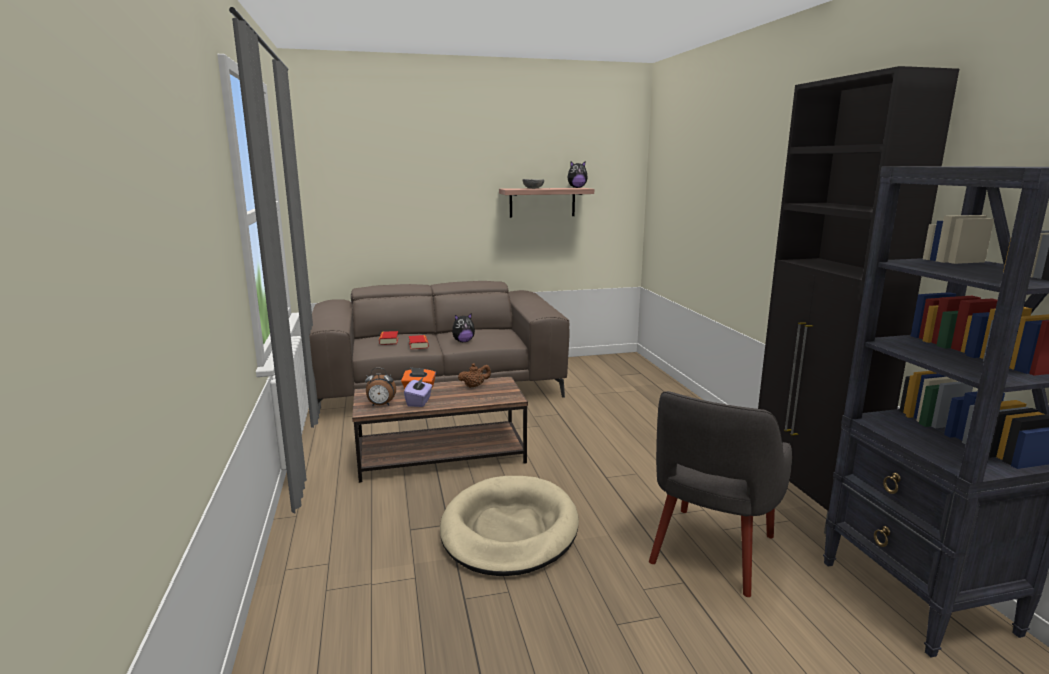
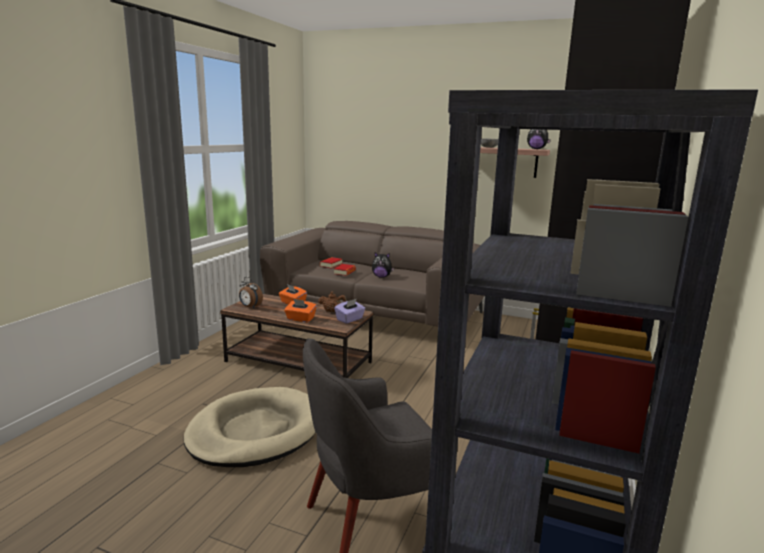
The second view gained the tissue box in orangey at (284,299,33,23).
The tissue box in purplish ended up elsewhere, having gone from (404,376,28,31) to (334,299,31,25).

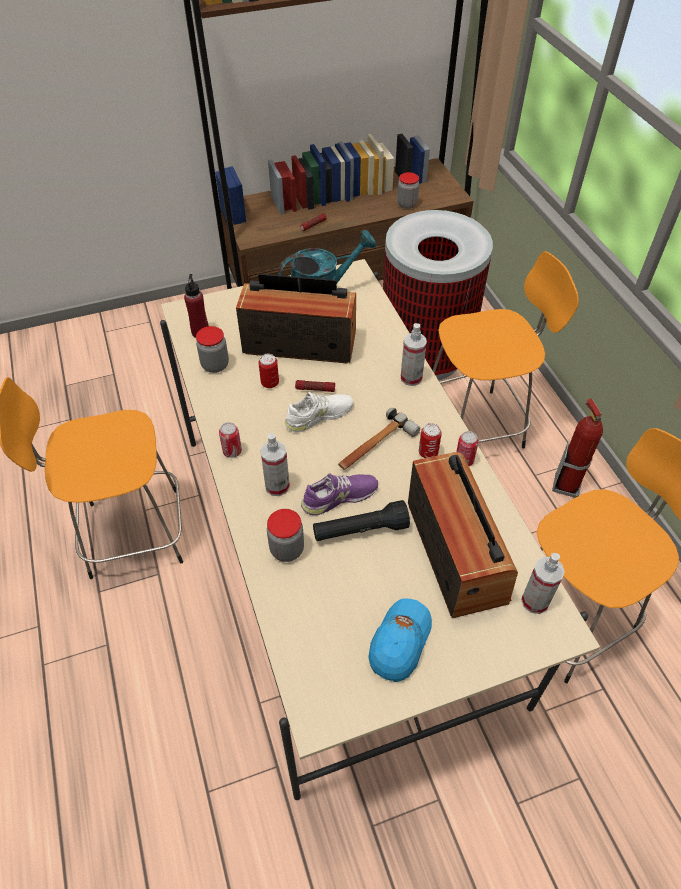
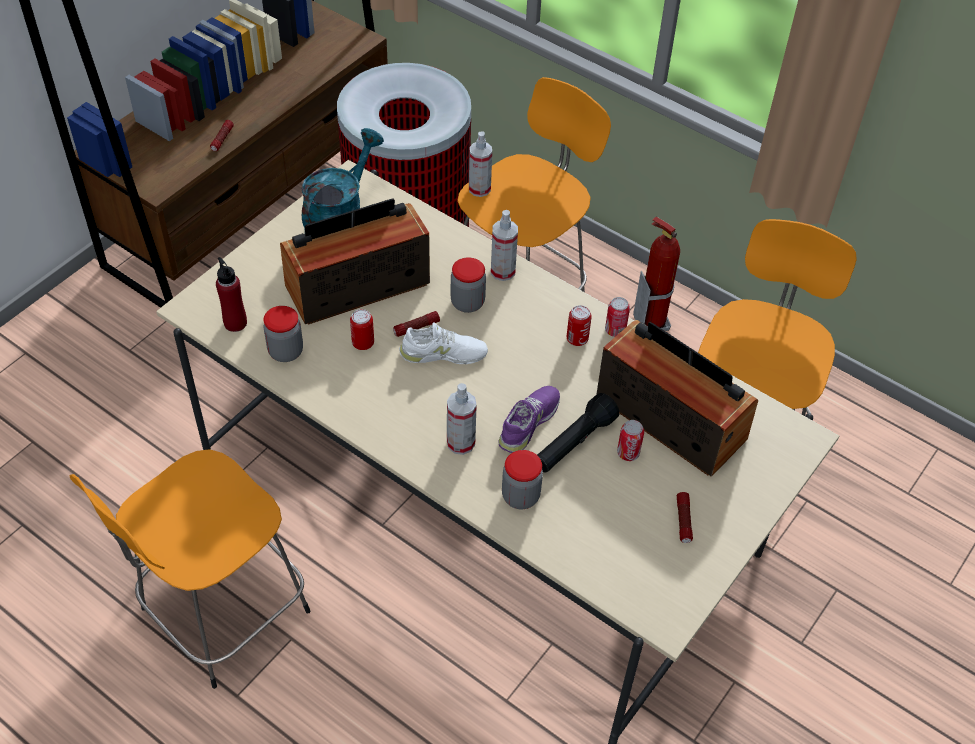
The second view lost the hand hammer at (338,408,82,62).
The sealed can ended up elsewhere, having gone from (219,422,23,36) to (617,420,27,41).
The jar ended up elsewhere, having gone from (397,172,22,37) to (451,257,35,56).
The sprayer ended up elsewhere, having gone from (521,553,44,61) to (469,131,23,66).
Where the baseball cap in blue stood at (369,598,63,84), the hand torch came to stand at (677,492,16,51).
The low shoe in white at (284,392,70,40) ended up facing another way, 60 degrees clockwise from before.

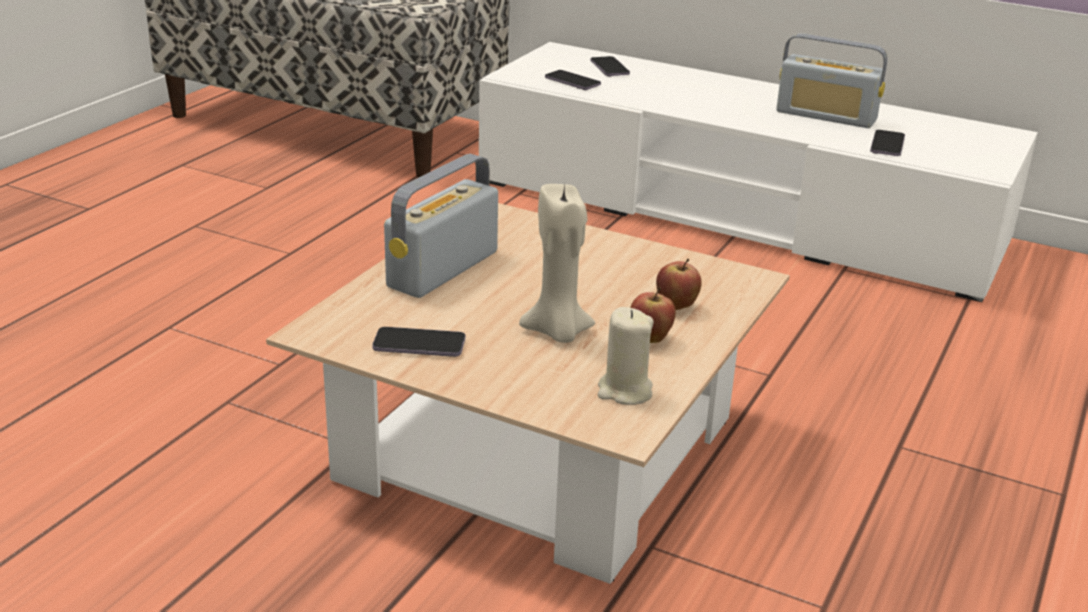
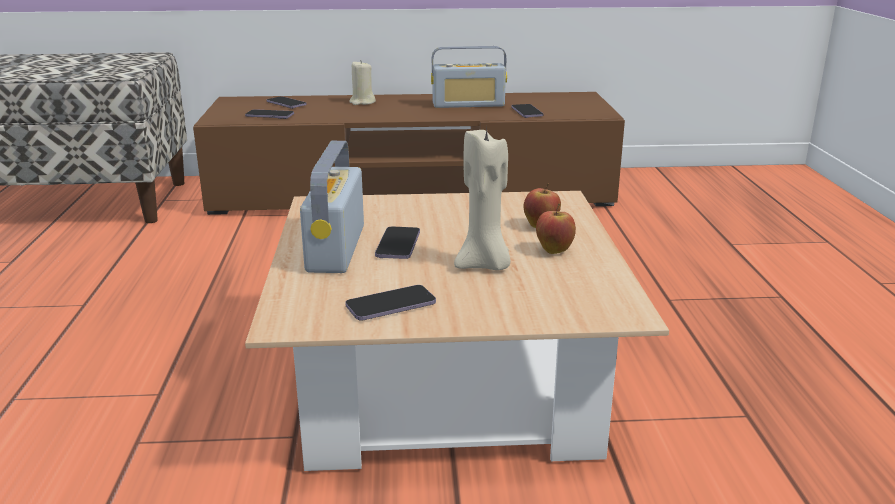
The second view gained the telephone at (375,226,45,33).
The wax light in beige ended up elsewhere, having gone from (598,307,56,98) to (349,60,27,45).
What was the media console in white at (479,42,559,260) turned into the media console in brown at (193,92,432,123).

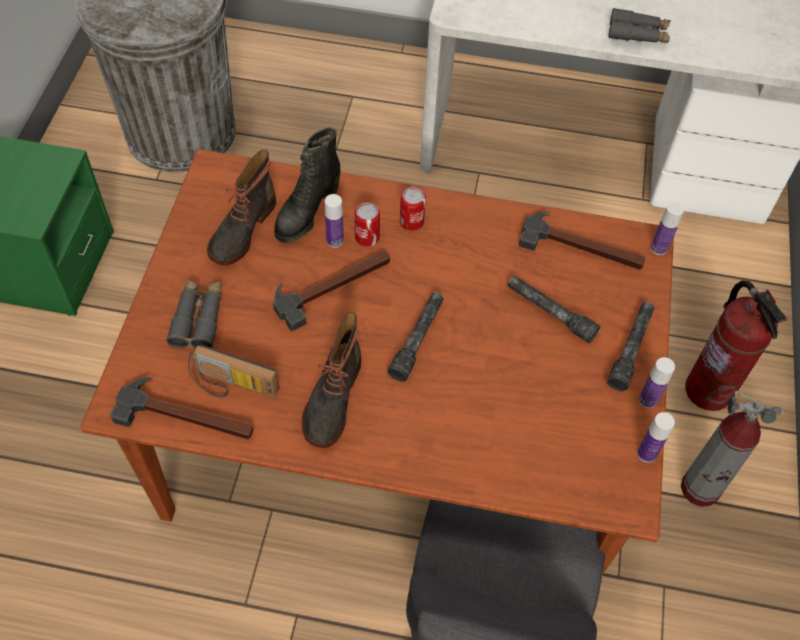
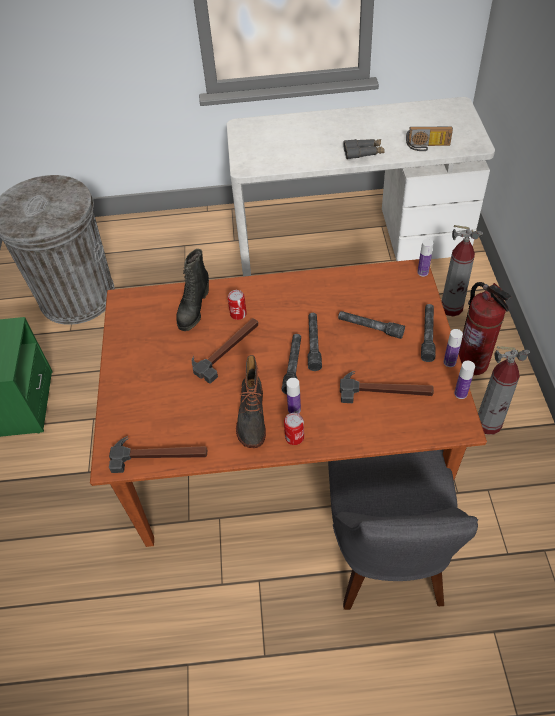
The second view lost the field glasses in grey at (166,279,56,69).
The second view lost the tall boot at (207,150,69,115).
The second view gained the hand torch in grey at (308,313,14,58).
The second view gained the fire-fighting cylinder at (441,225,42,91).
The radio ended up elsewhere, having gone from (188,345,91,53) to (406,127,47,24).
The bottle ended up elsewhere, having gone from (325,194,19,54) to (286,378,15,36).
The sealed can ended up elsewhere, having gone from (400,187,26,44) to (284,413,20,32).
The hand hammer ended up elsewhere, having gone from (519,211,127,59) to (340,371,94,32).

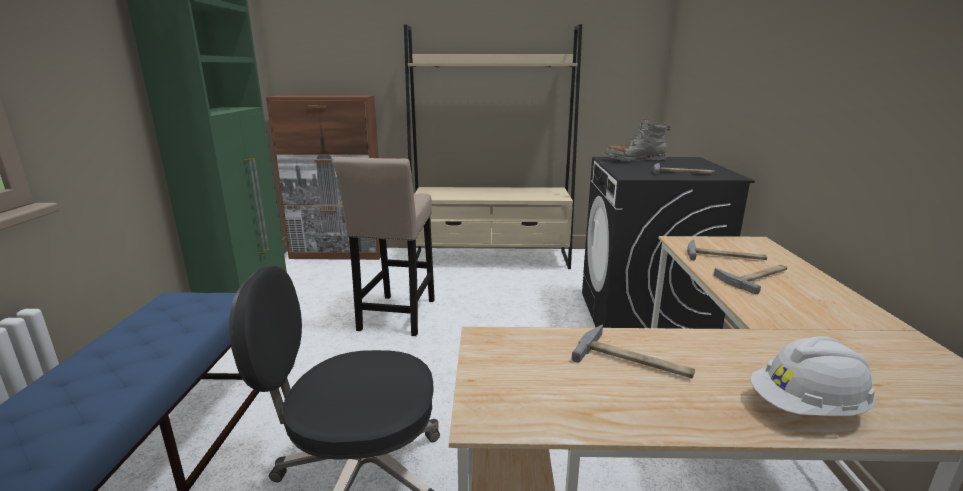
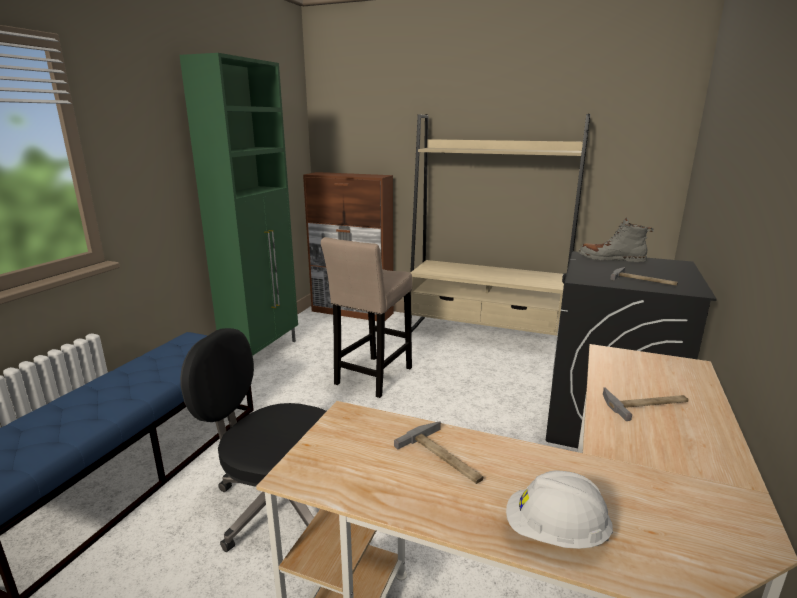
The second view lost the hand hammer at (687,240,80,20).

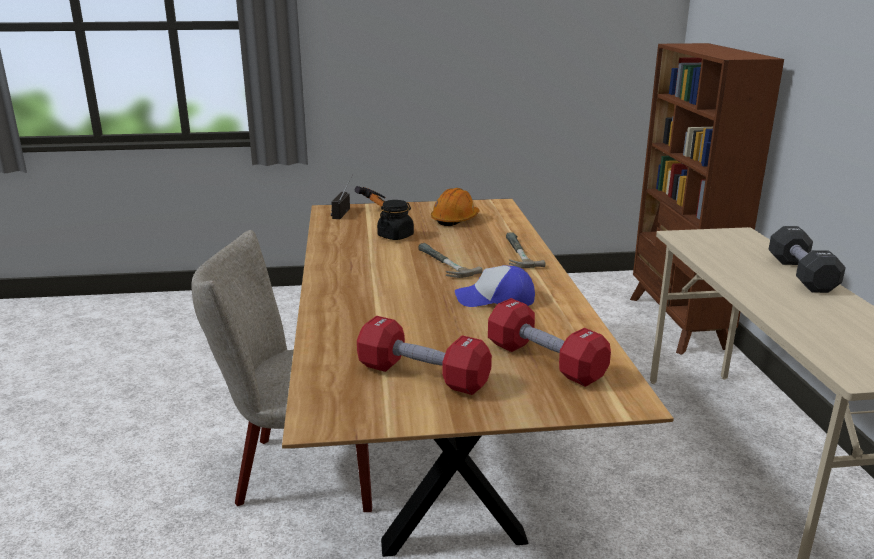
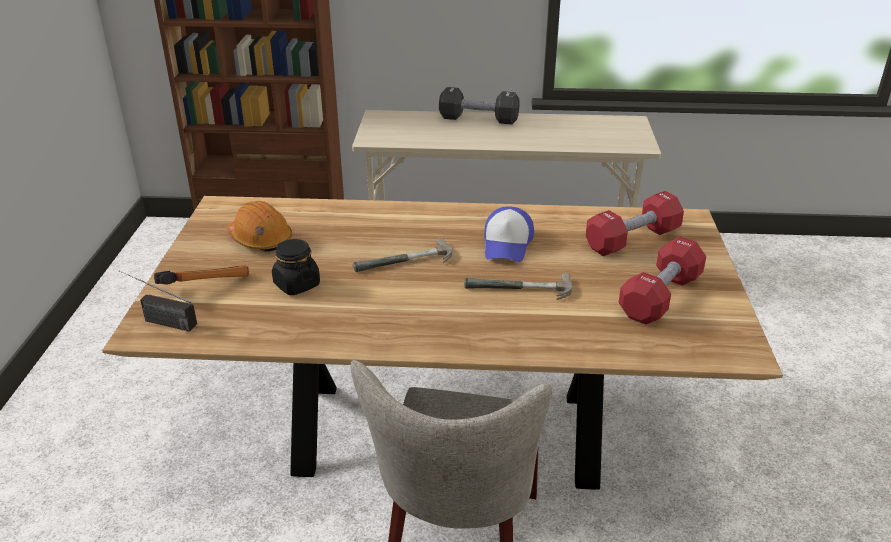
The hand hammer ended up elsewhere, having gone from (506,232,39,36) to (464,273,108,27).

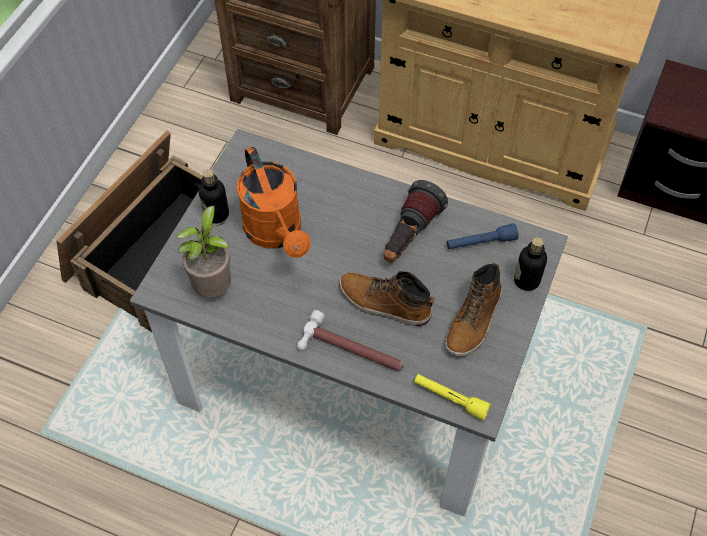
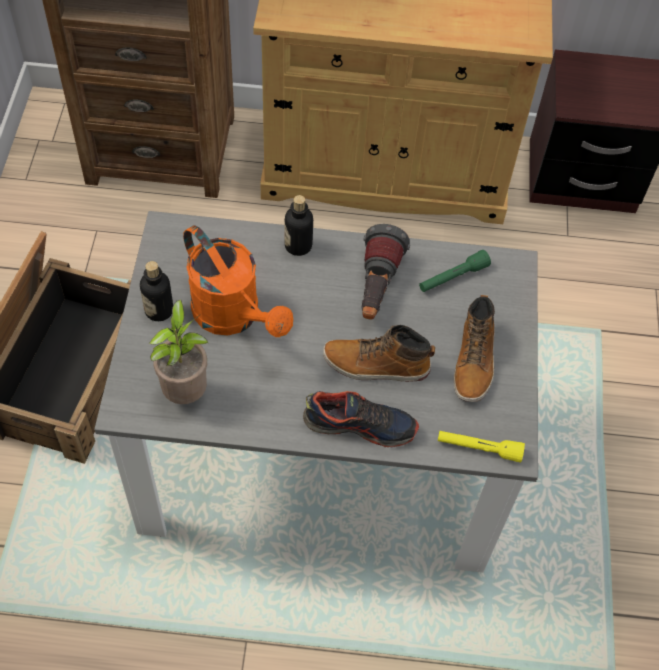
The bottle ended up elsewhere, having gone from (514,237,33,54) to (285,195,28,61).
Where the hand hammer stood at (297,310,106,61), the low shoe came to stand at (303,391,116,57).
What was the hand torch in blue at (447,223,71,26) turned into the hand torch in green-coloured at (419,250,72,42).

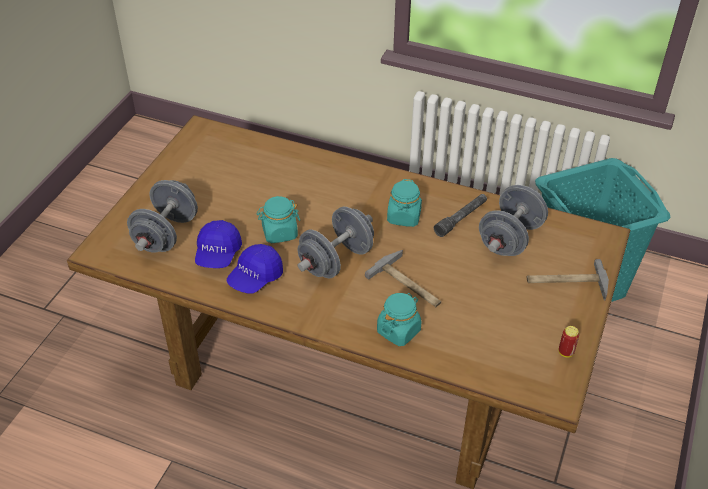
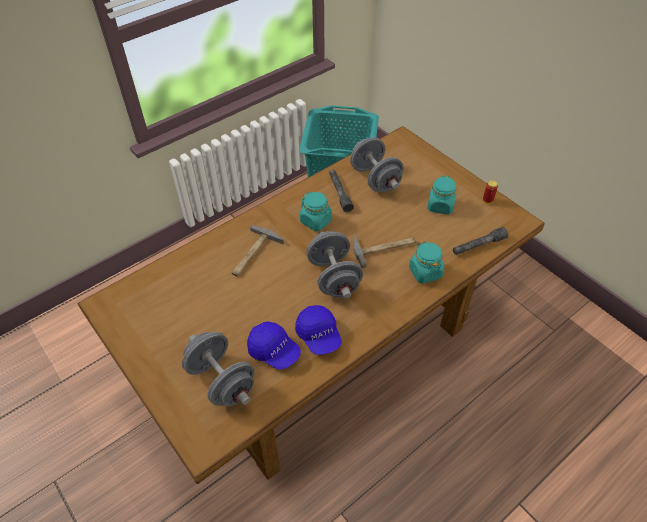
The second view gained the hand torch in grey at (453,227,55,28).
The jar in turquoise-coloured ended up elsewhere, having gone from (257,196,43,47) to (427,175,29,39).
The hand hammer ended up elsewhere, having gone from (527,259,82,42) to (232,225,52,51).

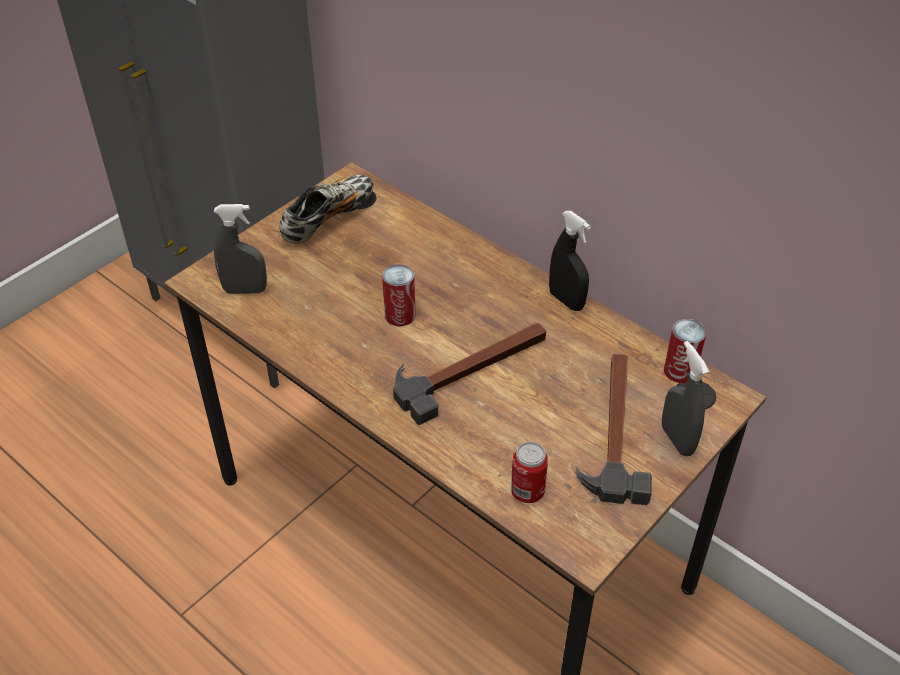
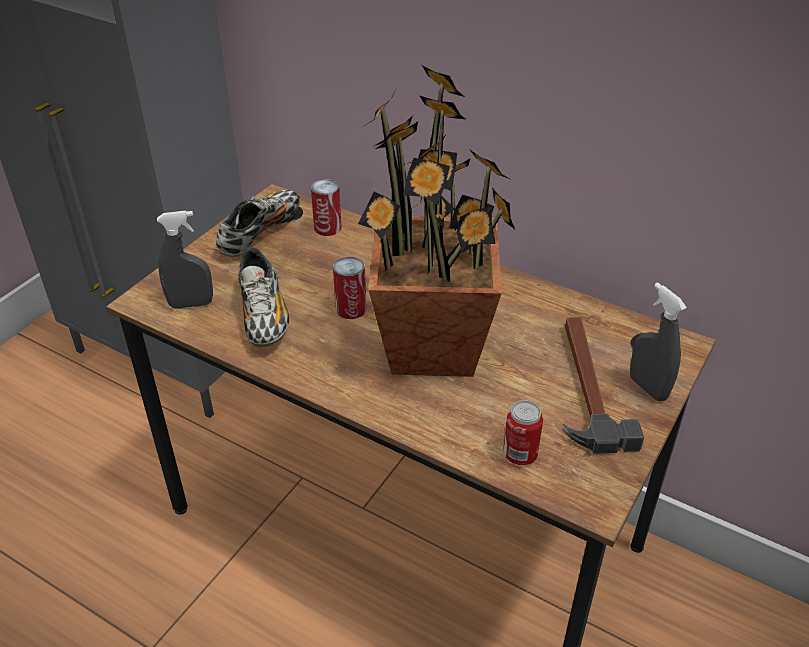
The second view lost the sprayer in black-coloured at (549,211,42,100).
The second view gained the low shoe at (238,247,51,100).
The sealed can ended up elsewhere, having gone from (664,319,43,64) to (311,179,31,57).
Where the hand hammer stood at (393,323,153,102), the houseplant came to stand at (358,65,157,312).

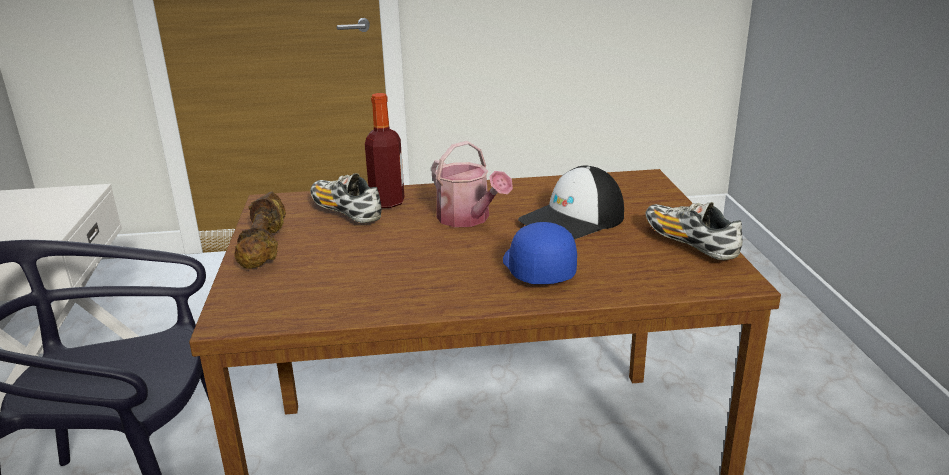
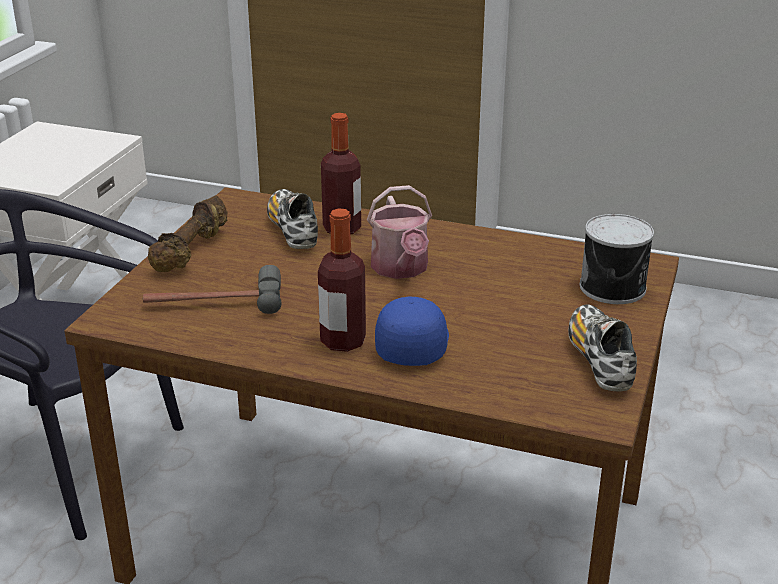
The second view lost the baseball cap at (518,166,106,73).
The second view gained the hand hammer at (143,265,138,49).
The second view gained the bottle at (318,208,48,144).
The second view gained the sealed can at (580,214,74,90).

